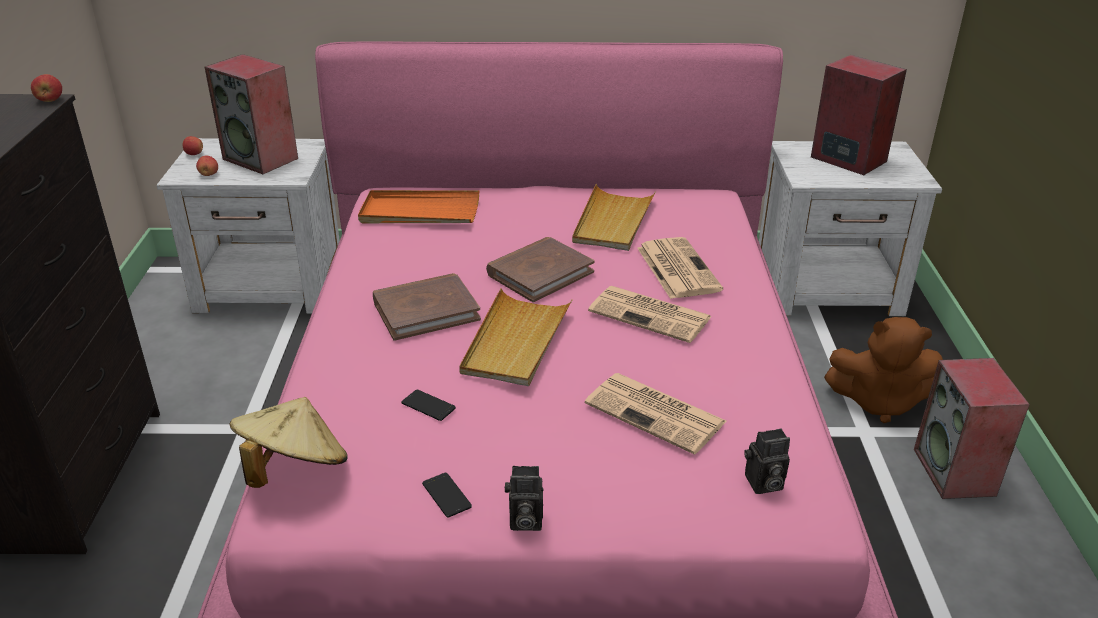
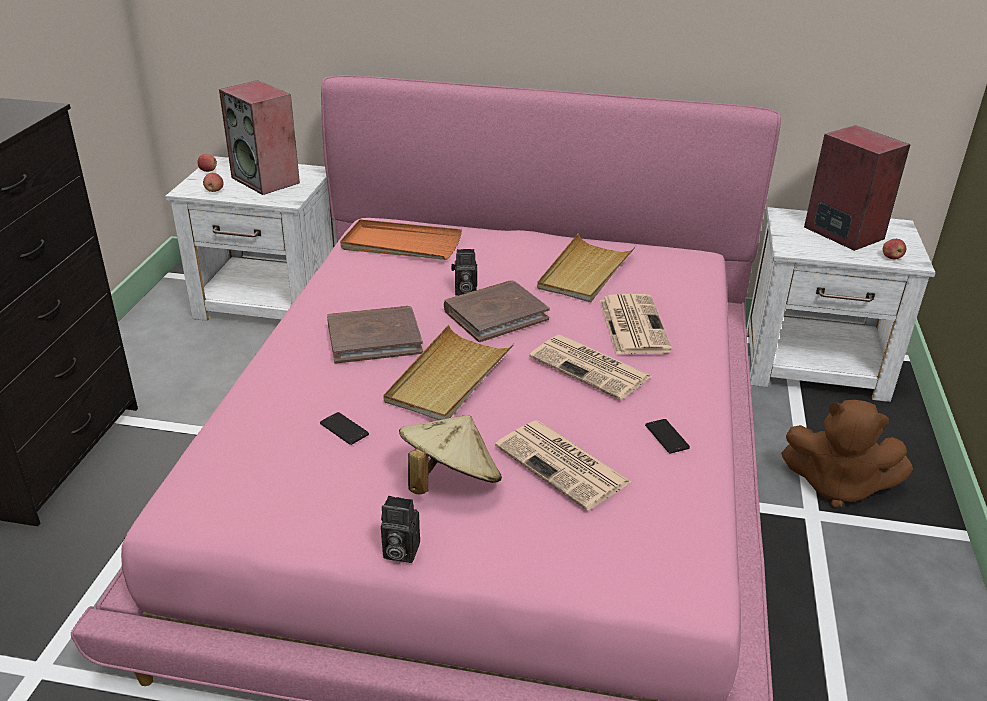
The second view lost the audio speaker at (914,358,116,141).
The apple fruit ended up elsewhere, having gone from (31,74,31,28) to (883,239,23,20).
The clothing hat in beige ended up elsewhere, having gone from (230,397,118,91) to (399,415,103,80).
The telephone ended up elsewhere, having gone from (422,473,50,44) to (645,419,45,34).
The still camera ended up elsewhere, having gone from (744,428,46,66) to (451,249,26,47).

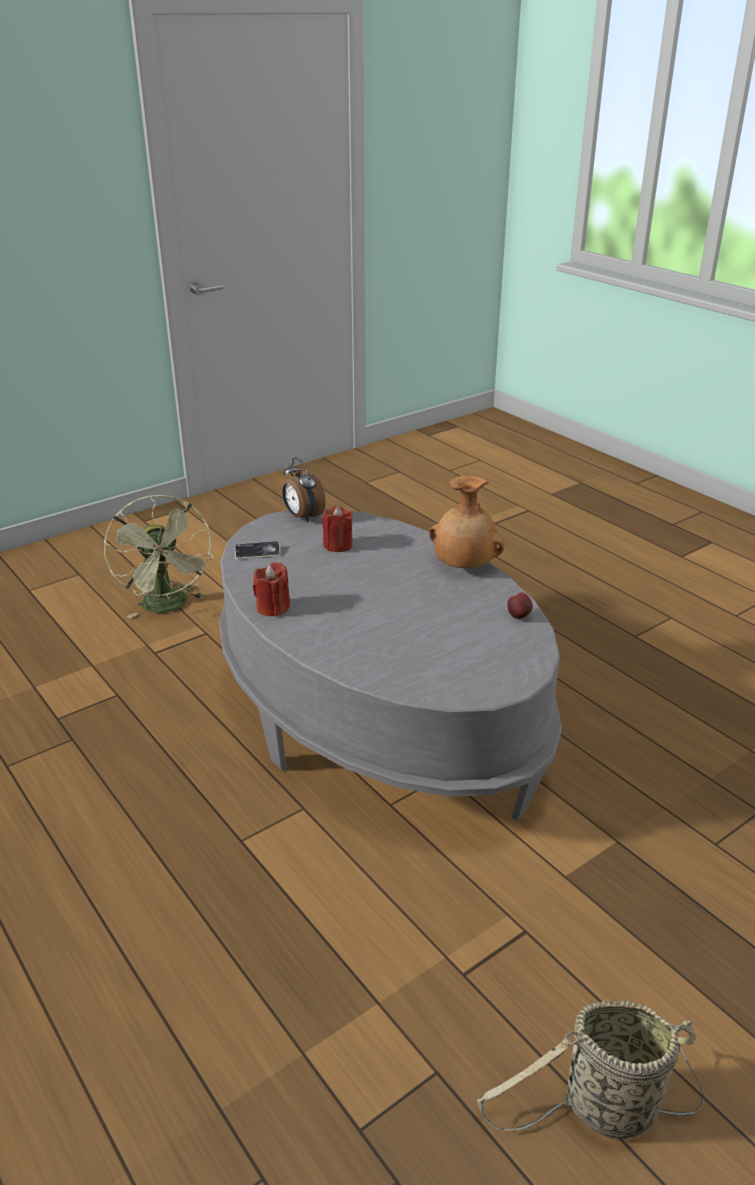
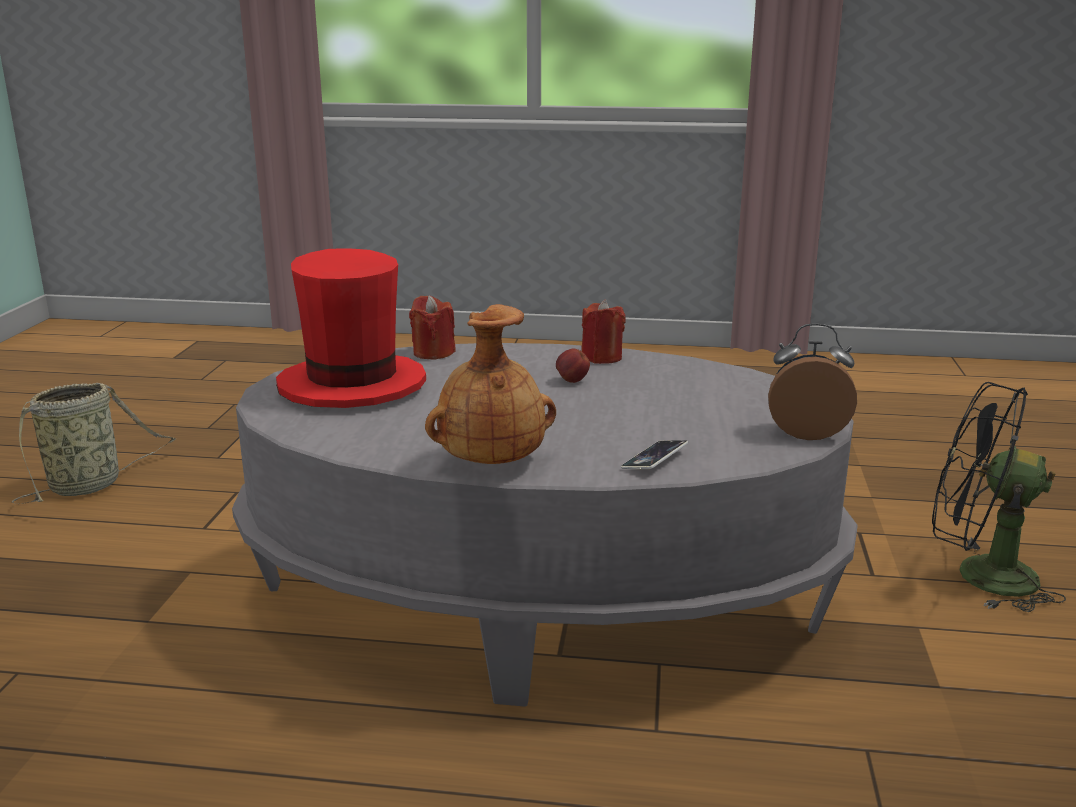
The second view gained the clothing hat in red-coloured at (276,248,150,160).
The telephone ended up elsewhere, having gone from (235,541,45,18) to (621,440,67,29).
The wax light in red-coloured ended up elsewhere, having gone from (322,506,31,46) to (409,295,47,64).
The apple fruit ended up elsewhere, having gone from (507,592,26,27) to (556,348,34,35).
What was the electric fan in green-coloured at (104,495,109,123) turned into the electric fan in black-coloured at (932,382,134,230).

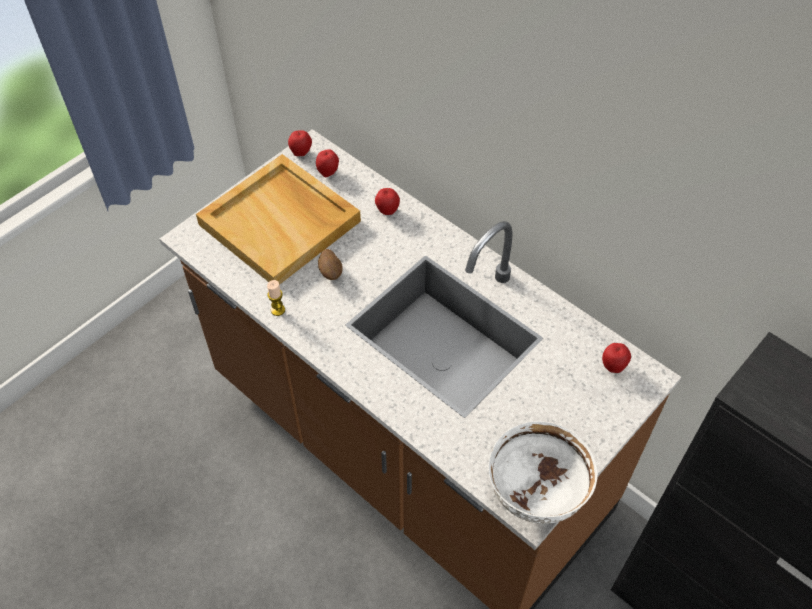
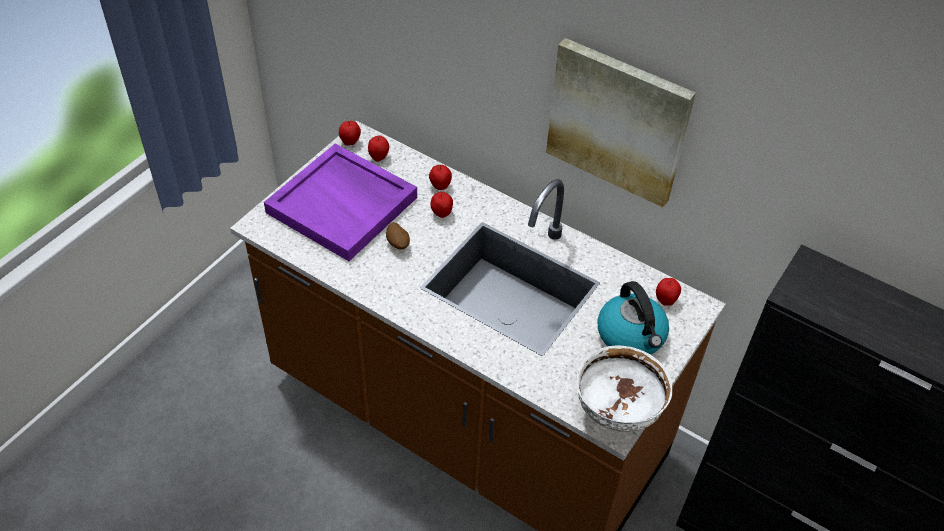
The second view lost the wax light at (267,280,18,36).
The second view gained the apple fruit at (430,192,23,26).
The second view gained the wall picture at (546,38,150,169).
The second view gained the tea kettle at (598,281,71,74).
What was the serving tray in beige at (196,154,165,131) turned into the serving tray in purplish at (264,144,153,117).

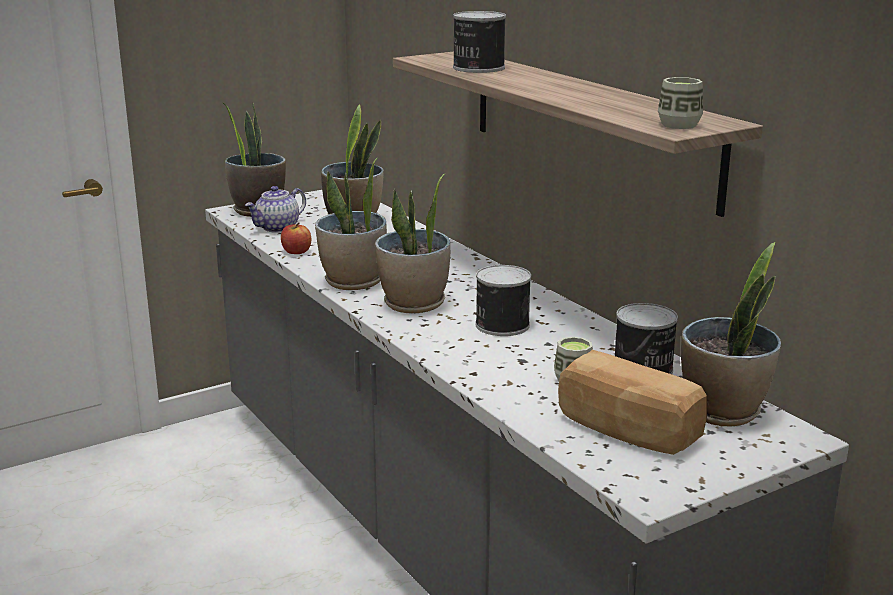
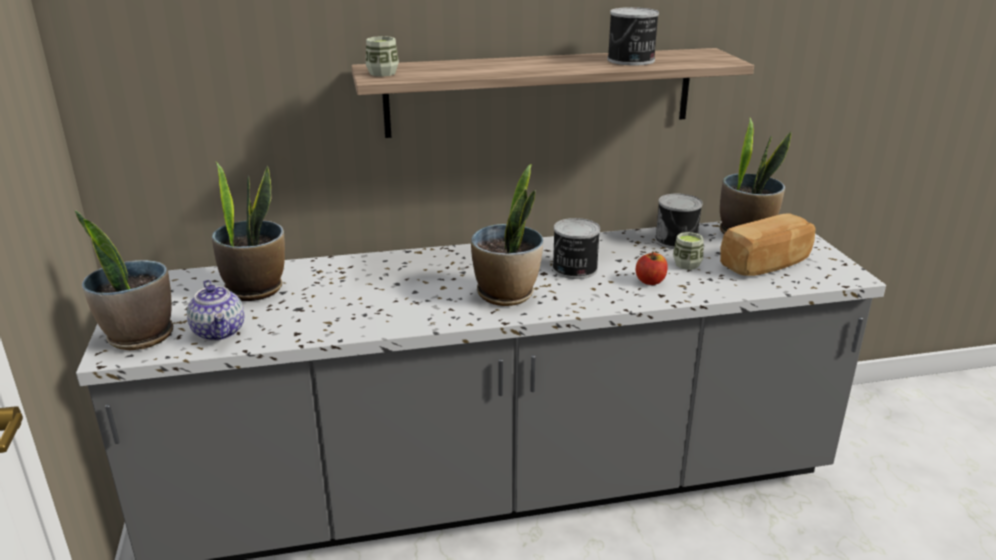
The second view lost the houseplant at (315,158,72,132).
The apple fruit ended up elsewhere, having gone from (281,222,30,32) to (636,251,32,34).
The sealed can ended up elsewhere, having gone from (453,11,53,62) to (607,7,52,58).
The cup ended up elsewhere, having gone from (658,77,45,52) to (366,36,33,41).

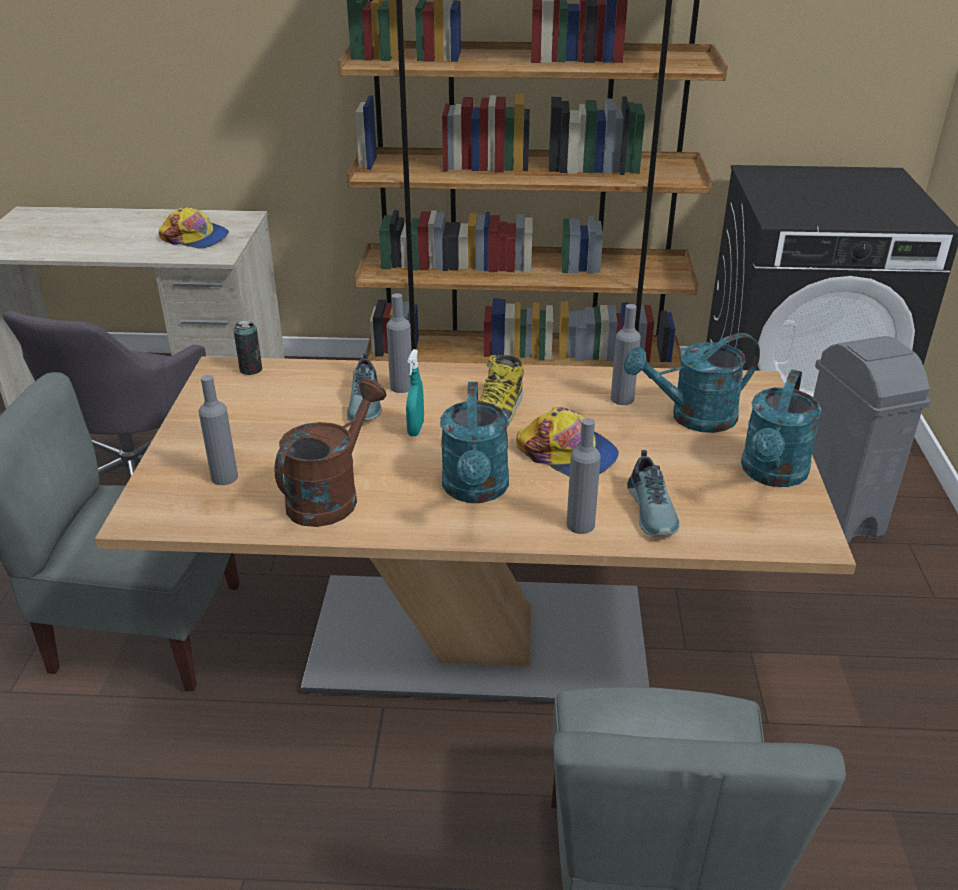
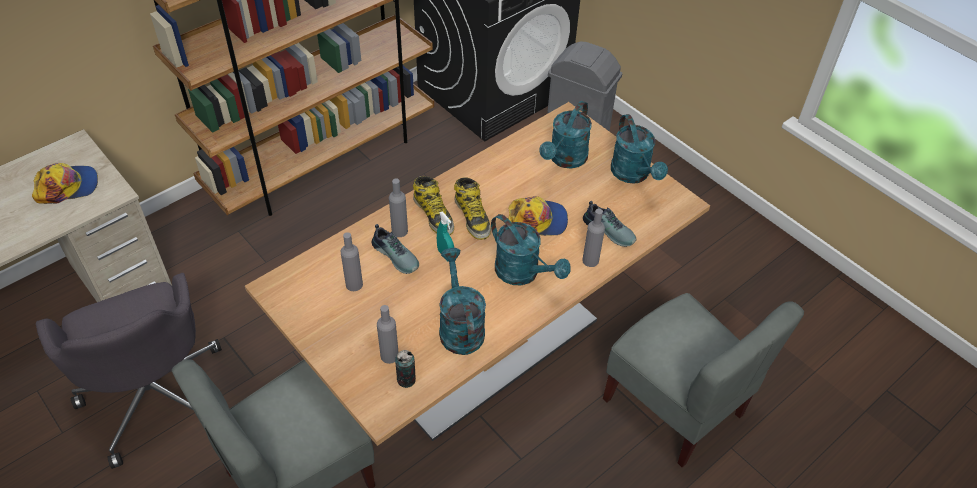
The second view gained the tall boot at (413,176,41,59).
The sealed can ended up elsewhere, having gone from (234,320,28,55) to (395,350,21,38).
The bottle in grey ended up elsewhere, having gone from (611,304,30,101) to (340,232,23,59).
What was the watering pot in brown at (275,379,111,148) turned into the watering pot in turquoise-coloured at (439,248,47,107).

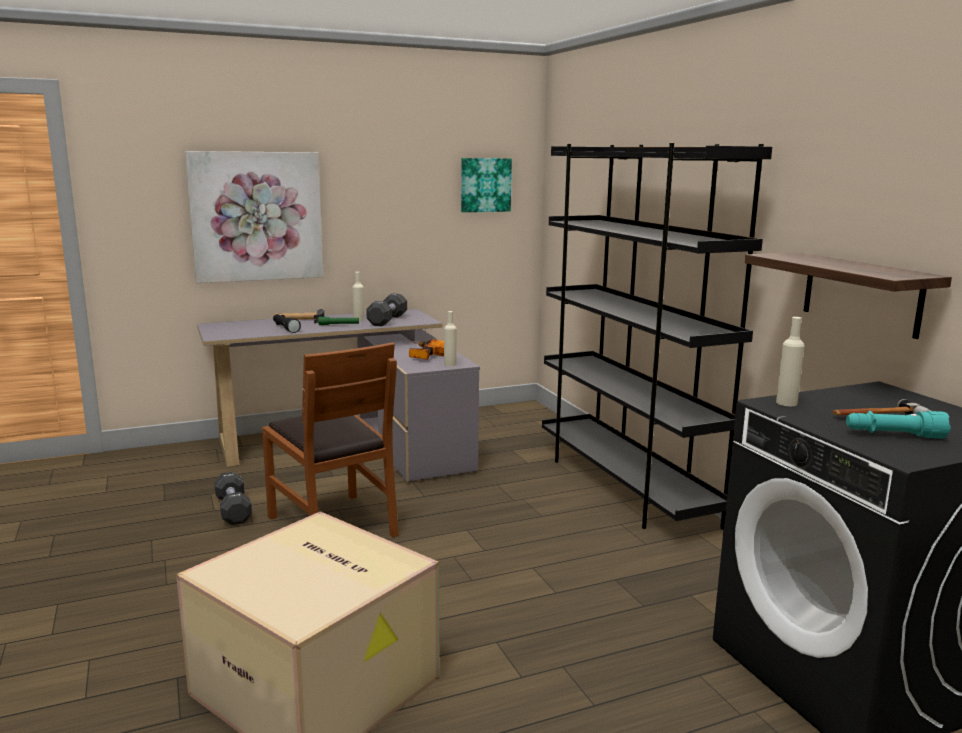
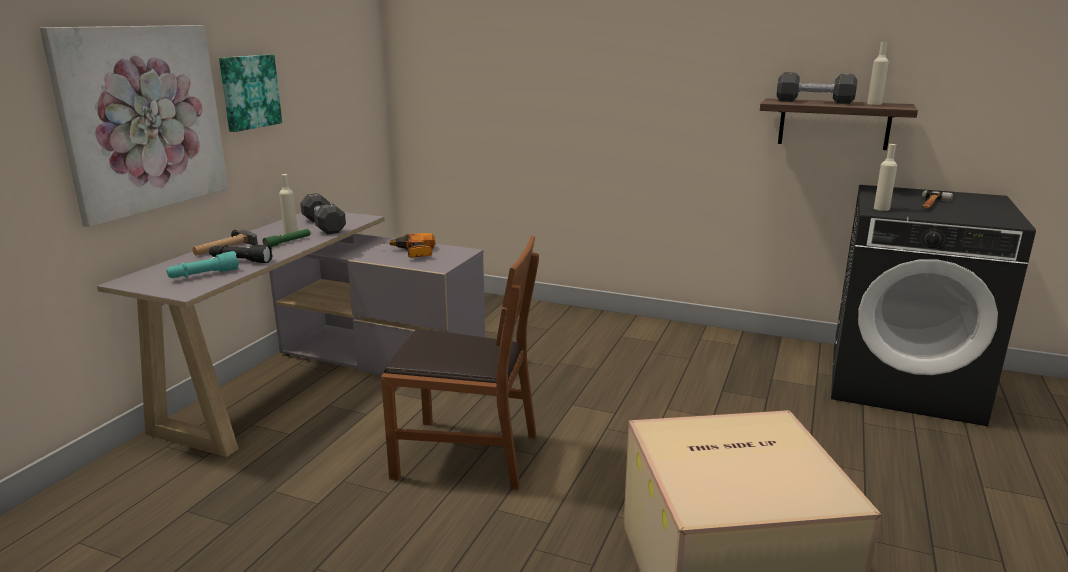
The second view lost the shelving unit in black-coloured at (542,143,230,386).
The dumbbell in black-coloured ended up elsewhere, having gone from (214,472,38,53) to (777,72,80,32).
The bottle in beige ended up elsewhere, having gone from (444,311,13,55) to (867,42,22,63).
The wall picture ended up elsewhere, having gone from (461,158,51,54) to (219,55,63,77).
The hand torch in turquoise-coloured ended up elsewhere, having gone from (846,411,105,28) to (166,251,73,27).

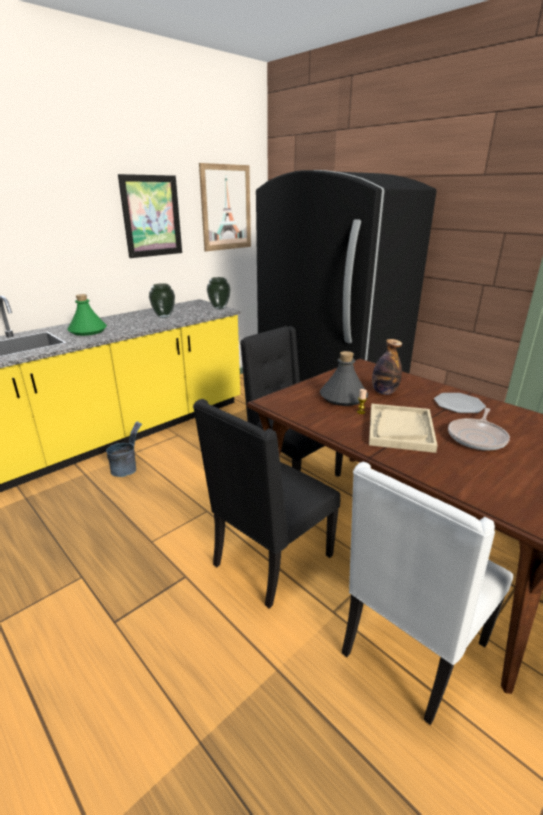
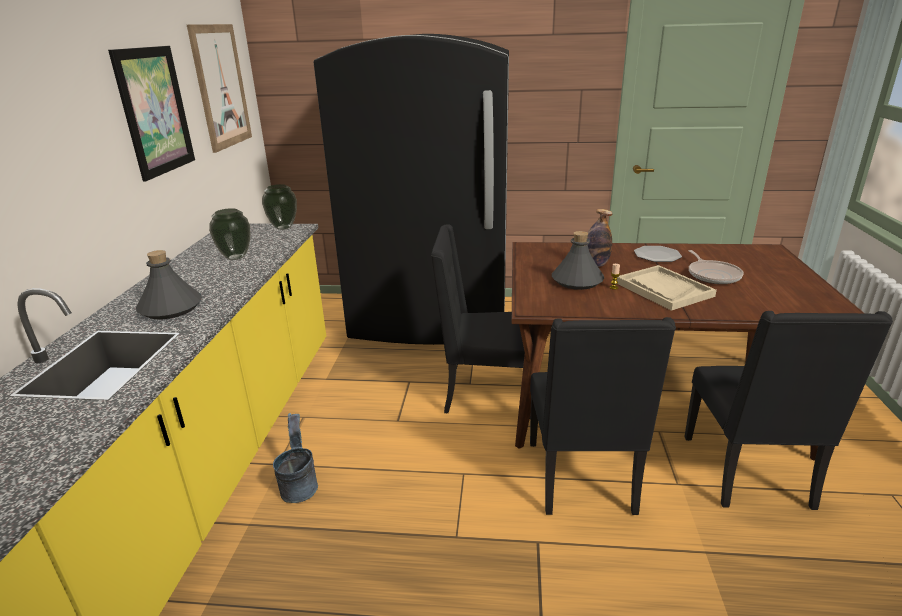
What was the bottle in green-coloured at (68,294,39,42) turned into the bottle in grey at (136,250,66,69).
What was the chair in white at (342,462,171,263) turned into the chair in black-coloured at (684,311,209,199).

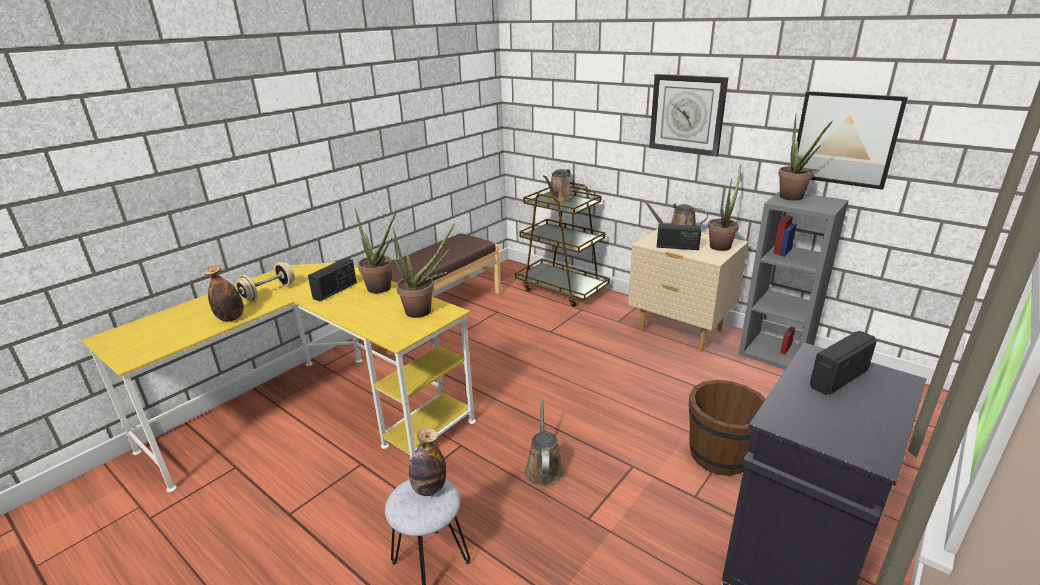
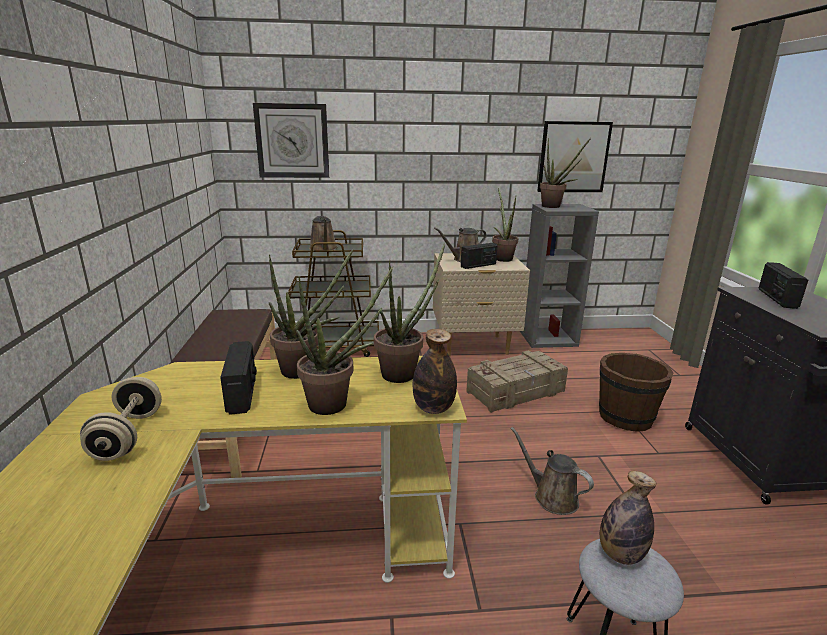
The second view gained the houseplant at (296,266,97,149).
The second view gained the crate at (466,350,102,63).
The bottle ended up elsewhere, having gone from (204,265,40,57) to (413,329,44,85).
The wall clock ended up elsewhere, having gone from (649,74,79,83) to (253,103,76,75).

